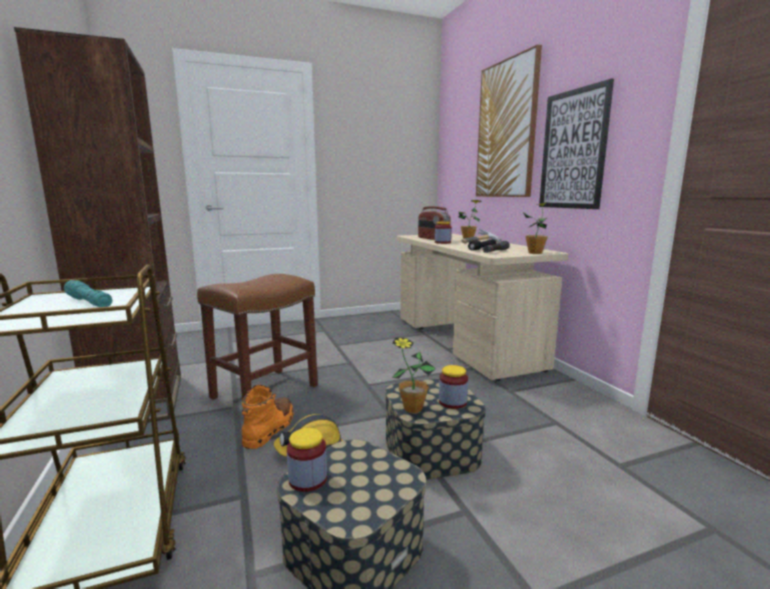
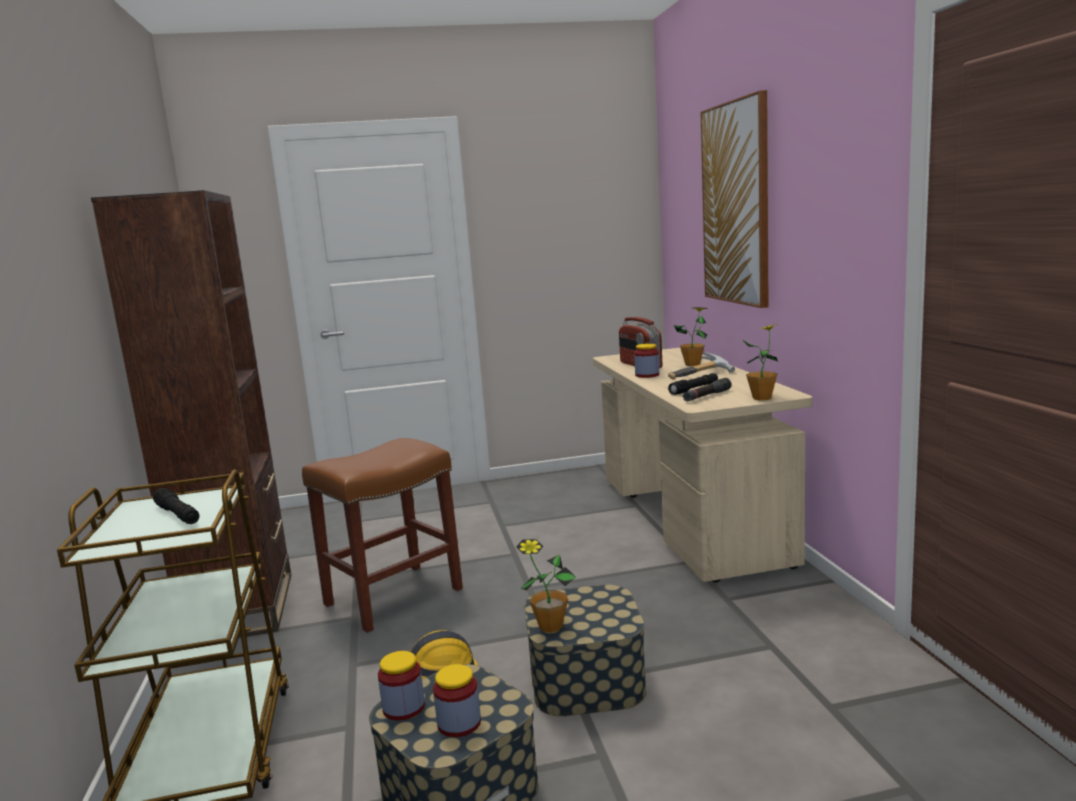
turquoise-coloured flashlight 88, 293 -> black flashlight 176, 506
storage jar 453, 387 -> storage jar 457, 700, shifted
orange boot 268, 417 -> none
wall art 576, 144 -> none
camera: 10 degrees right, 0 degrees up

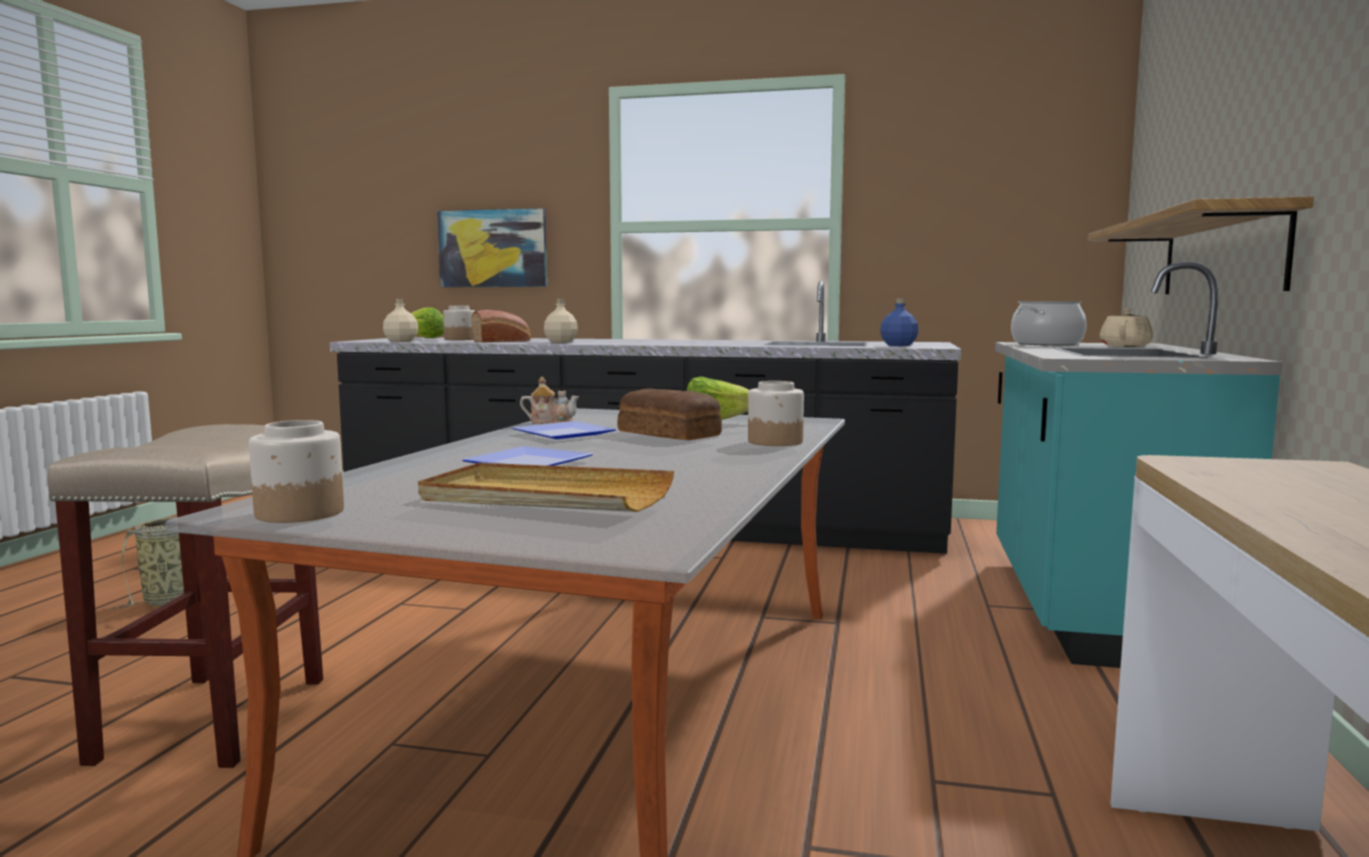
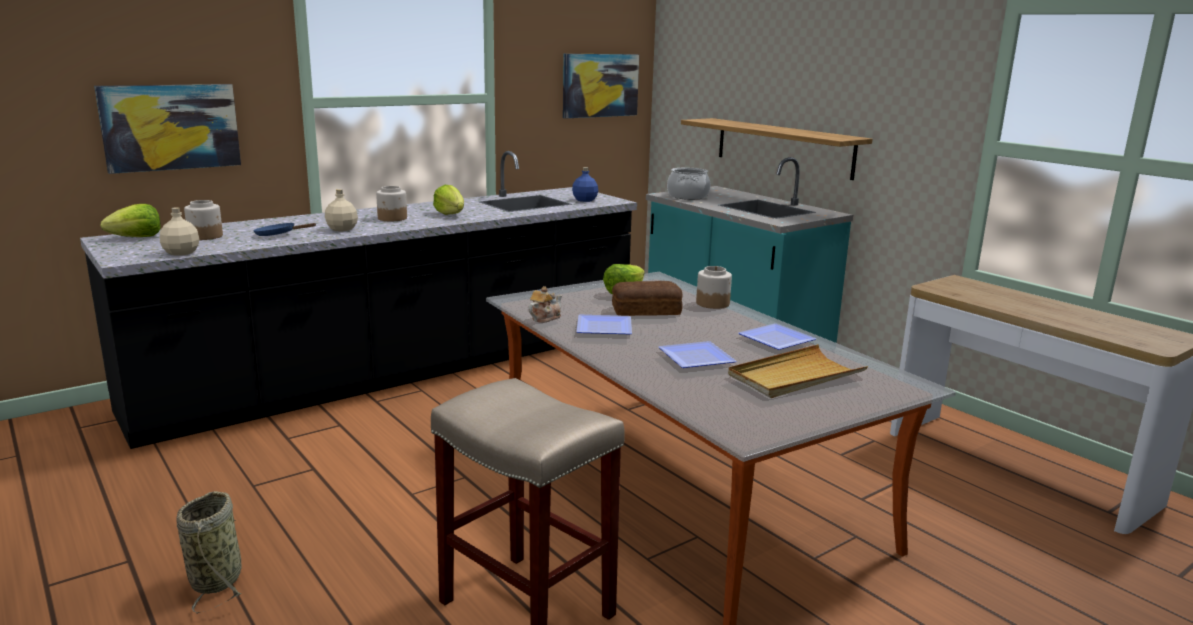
bakery bread 501, 326 -> blue-coloured frying pan 284, 229
storage jar 296, 471 -> storage jar 391, 203, shifted
none -> lettuce head 448, 200
none -> wall art 601, 86
none -> dinner plate 777, 336
beige-coloured pot for tea 1126, 327 -> none
camera: 50 degrees left, 10 degrees up

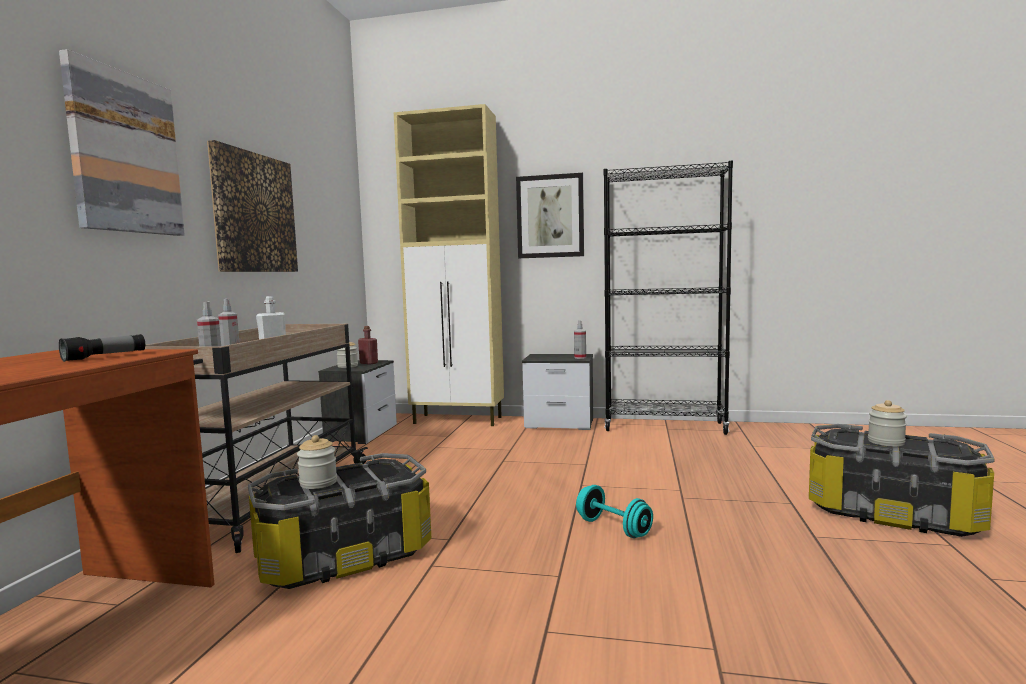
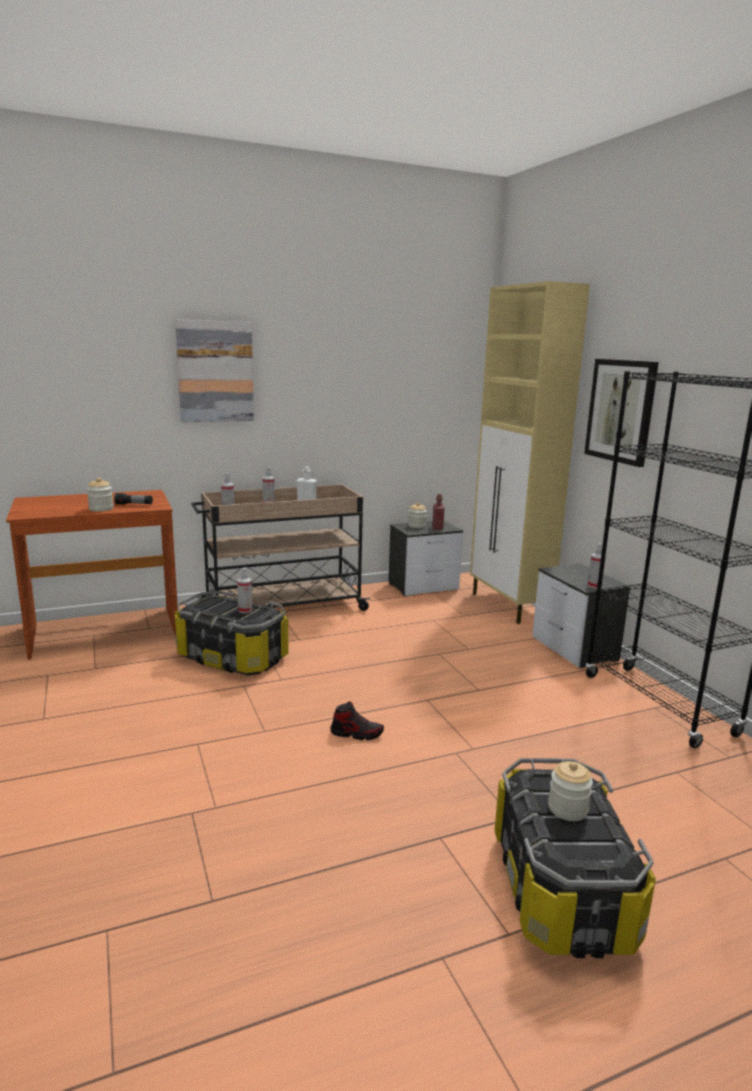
storage jar 317, 462 -> storage jar 100, 494, shifted
none -> hand sprayer 244, 590
turquoise-coloured free weight 614, 511 -> item of footwear 357, 720
wall art 252, 206 -> none
camera: 55 degrees right, 10 degrees up

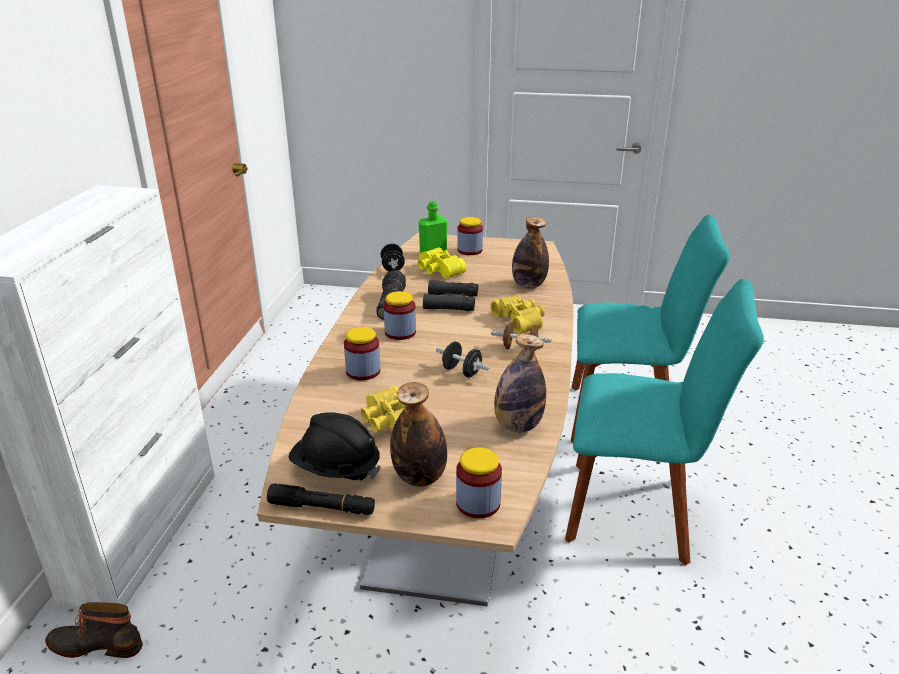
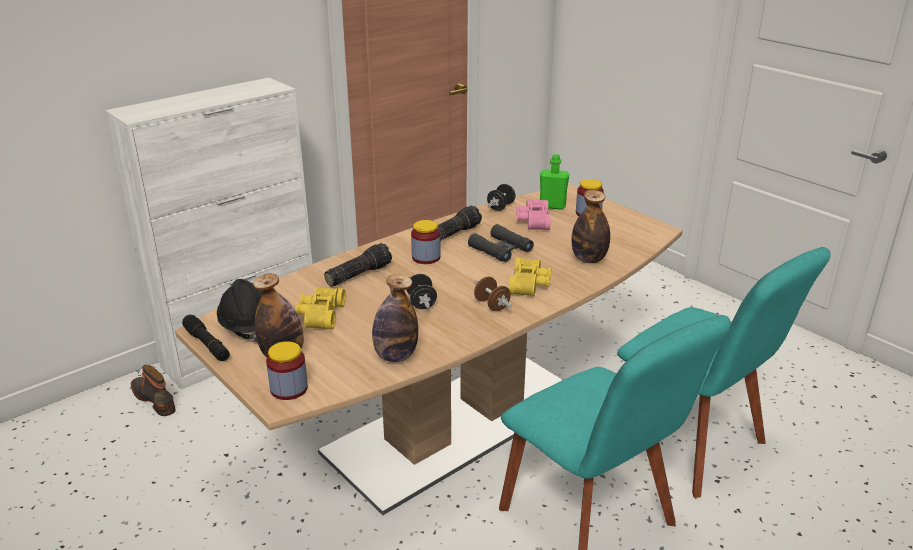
storage jar 362, 353 -> flashlight 358, 265
yellowish field glasses 442, 263 -> pinkish field glasses 533, 215
camera: 40 degrees right, 0 degrees up

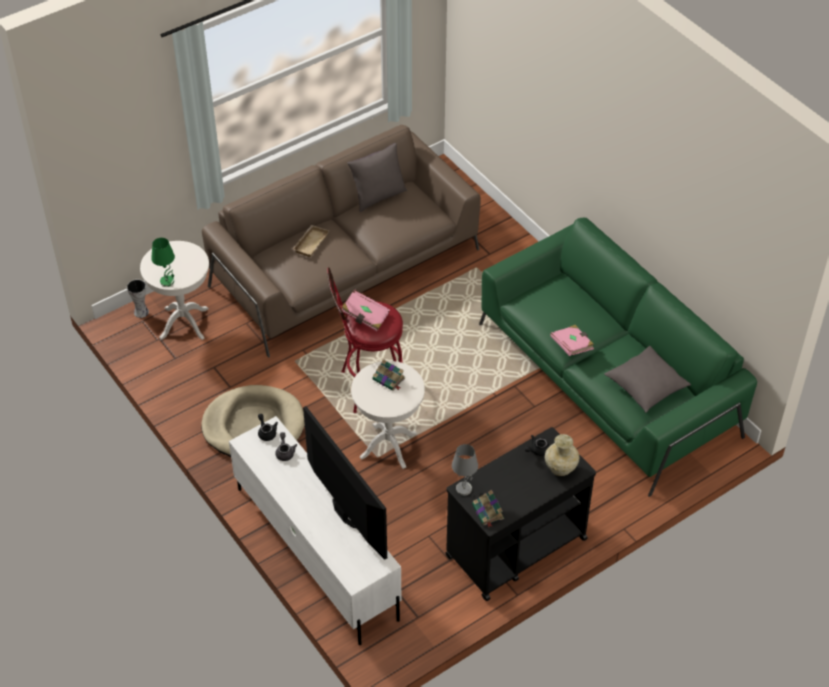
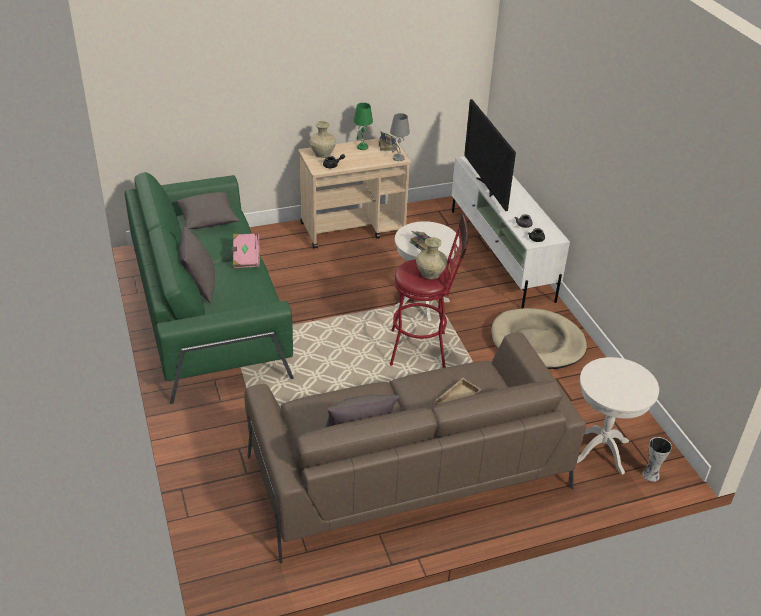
none -> greyish pillow 197, 265
black wheeled cart 520, 514 -> beige-coloured wheeled cart 355, 193
greenish tabletop lamp 163, 262 -> greenish tabletop lamp 363, 126, shifted
pinkish book 365, 310 -> beige-coloured vase 431, 258
camera: 165 degrees left, 10 degrees down

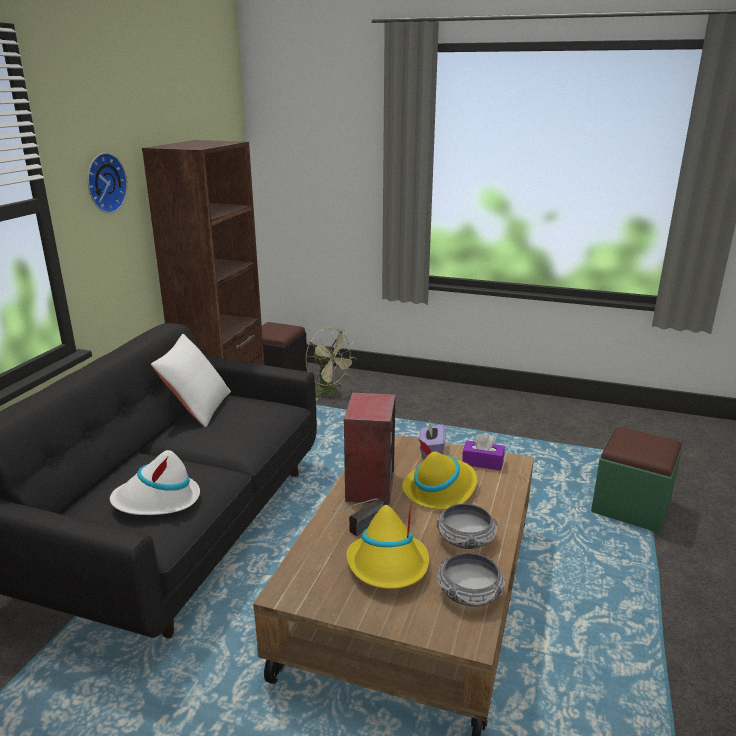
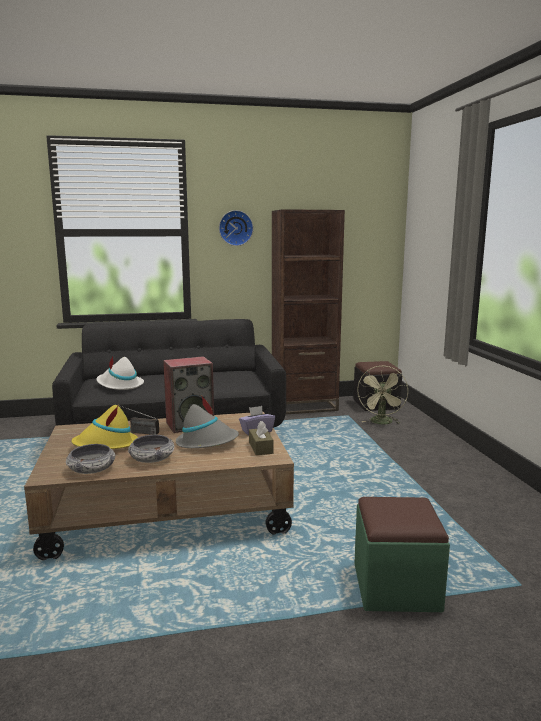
yellowish wearable hat 439, 474 -> greyish wearable hat 207, 421
purple tissue holder 483, 452 -> brown tissue holder 261, 438
whitish pillow 191, 380 -> none
camera: 60 degrees right, 10 degrees down

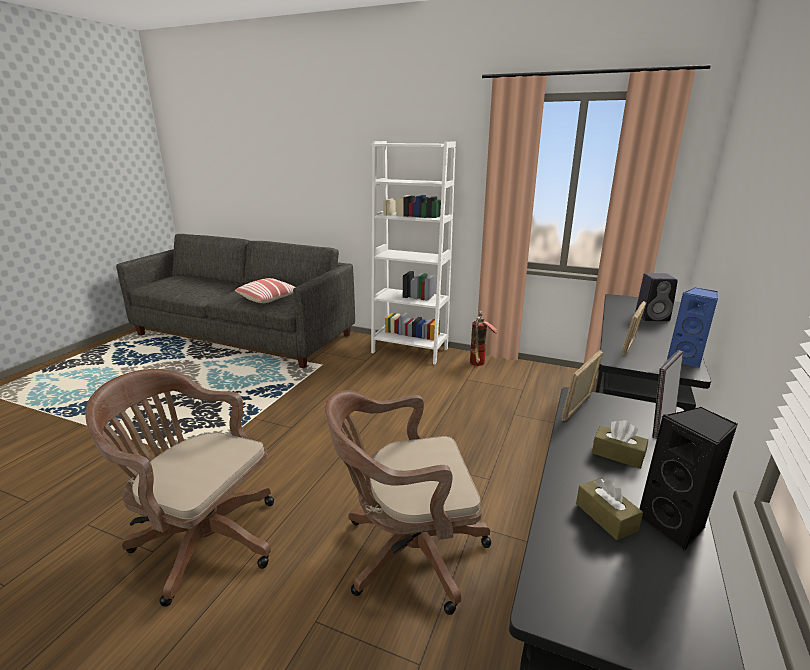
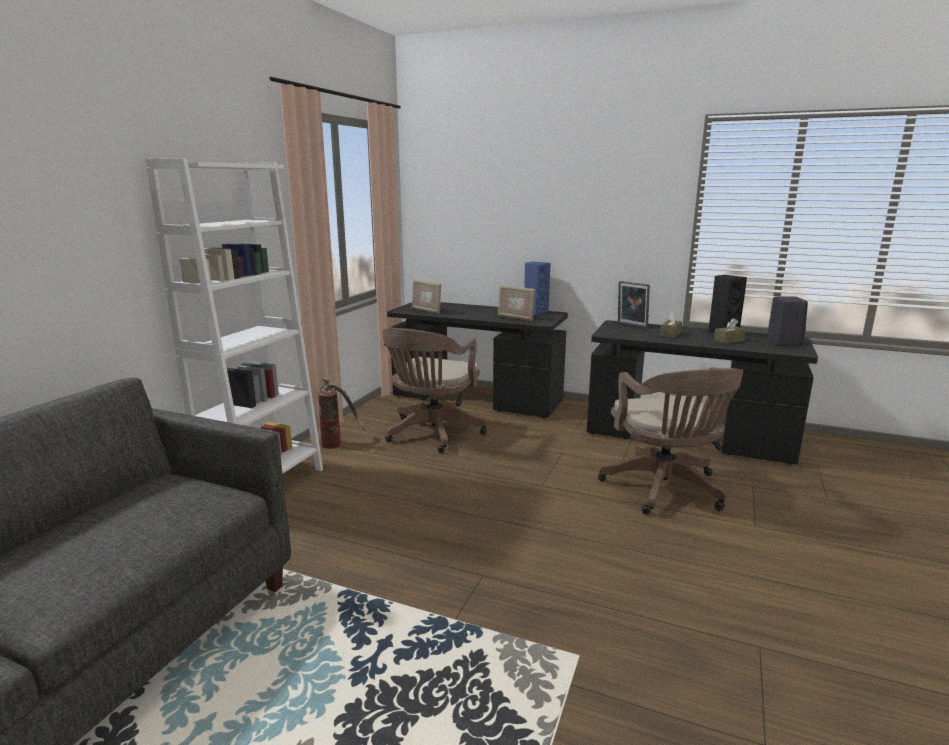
brown desk chair 179, 488 -> brown desk chair 434, 390, shifted
picture frame 582, 385 -> picture frame 426, 296, shifted
black speaker 656, 297 -> black speaker 787, 321, shifted
pillow 265, 290 -> none
camera: 90 degrees left, 5 degrees down

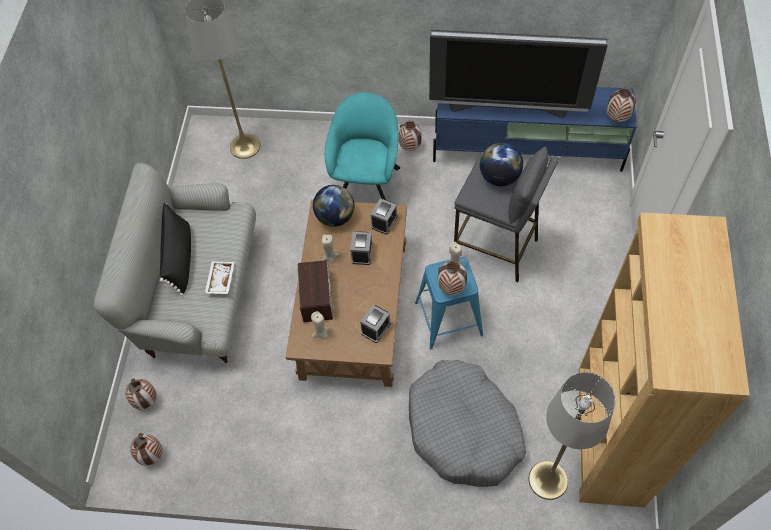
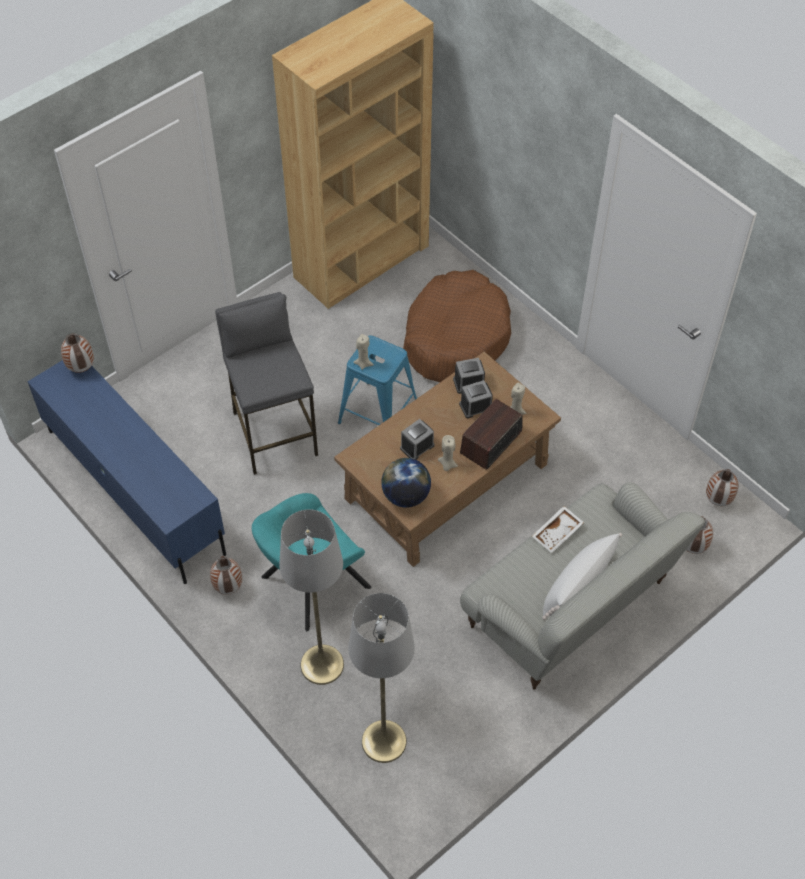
greyish standing lamp 572, 436 -> greyish standing lamp 311, 597, shifted
greyish pet bed 467, 423 -> brown pet bed 457, 326
table clock 384, 216 -> table clock 476, 399, shifted
black pillow 175, 249 -> whitish pillow 582, 576
television 518, 74 -> none
vase 452, 278 -> none
world globe 501, 164 -> none
camera: 140 degrees left, 5 degrees down

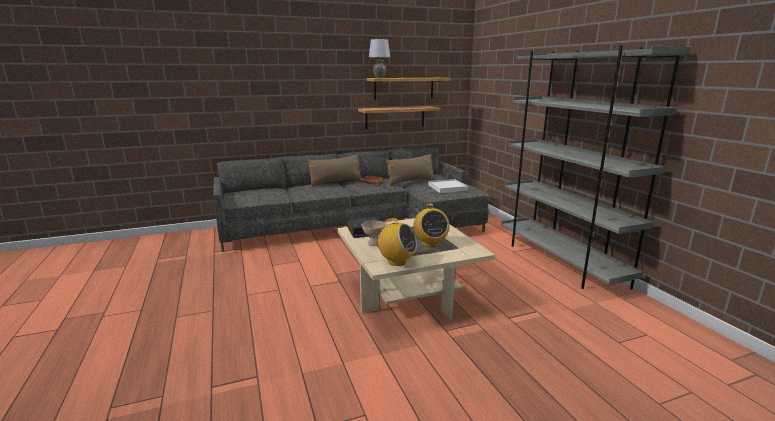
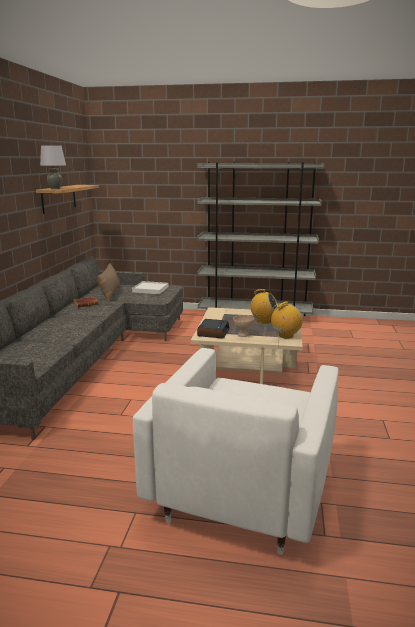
none -> whitish lounge chair 236, 451
brown pillow 334, 170 -> none
bracket shelf 399, 117 -> none
camera: 60 degrees left, 0 degrees up

